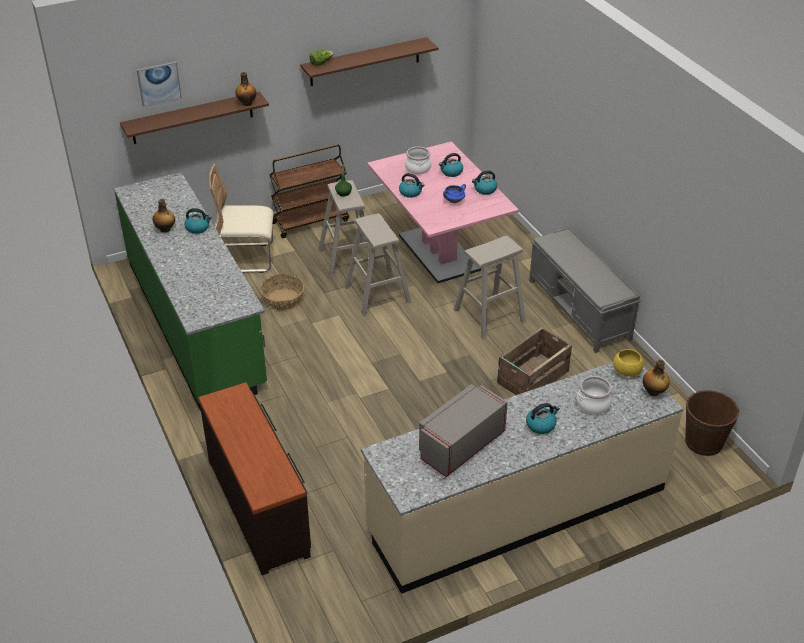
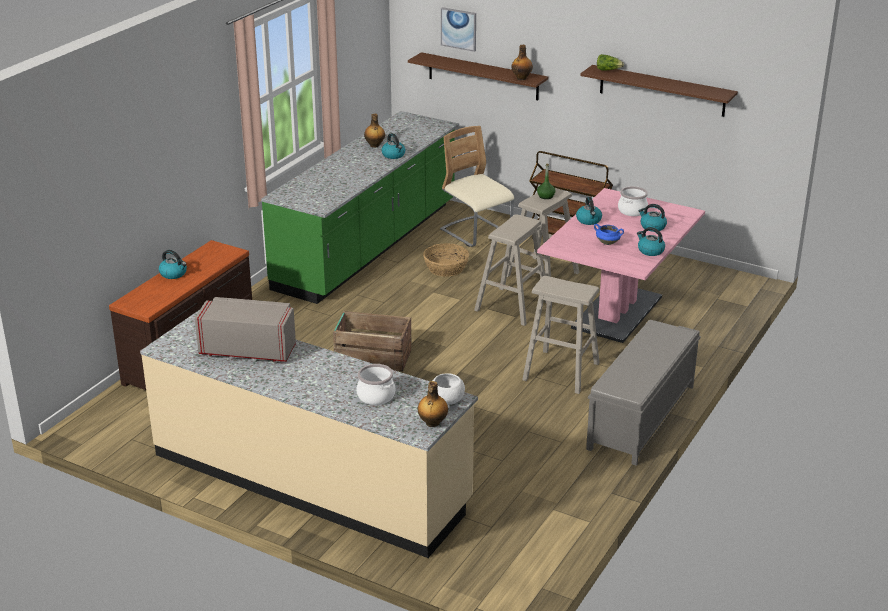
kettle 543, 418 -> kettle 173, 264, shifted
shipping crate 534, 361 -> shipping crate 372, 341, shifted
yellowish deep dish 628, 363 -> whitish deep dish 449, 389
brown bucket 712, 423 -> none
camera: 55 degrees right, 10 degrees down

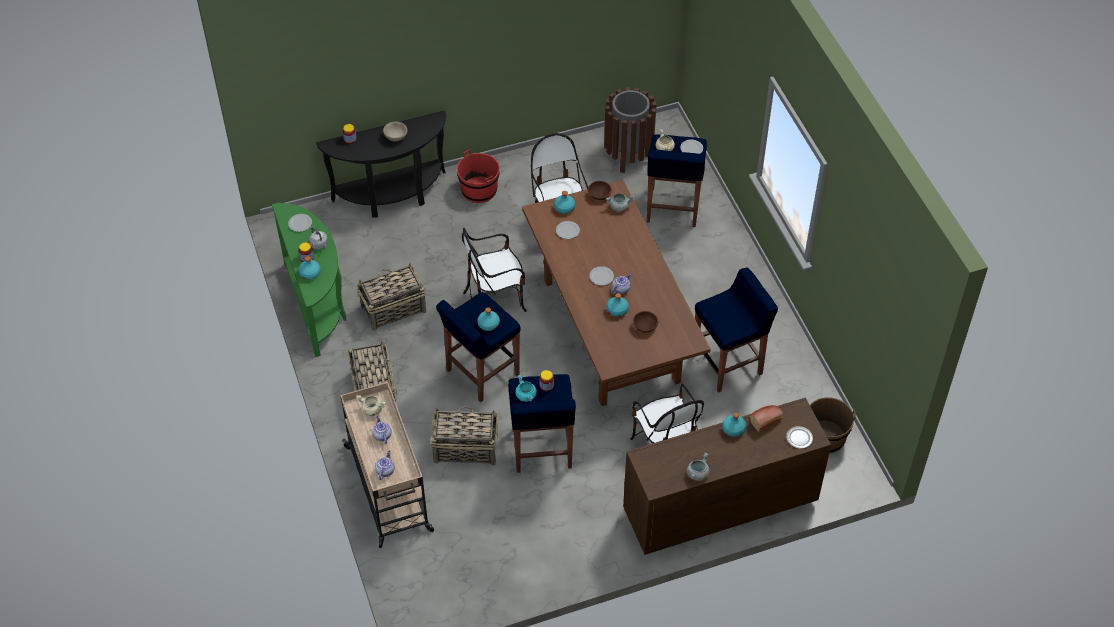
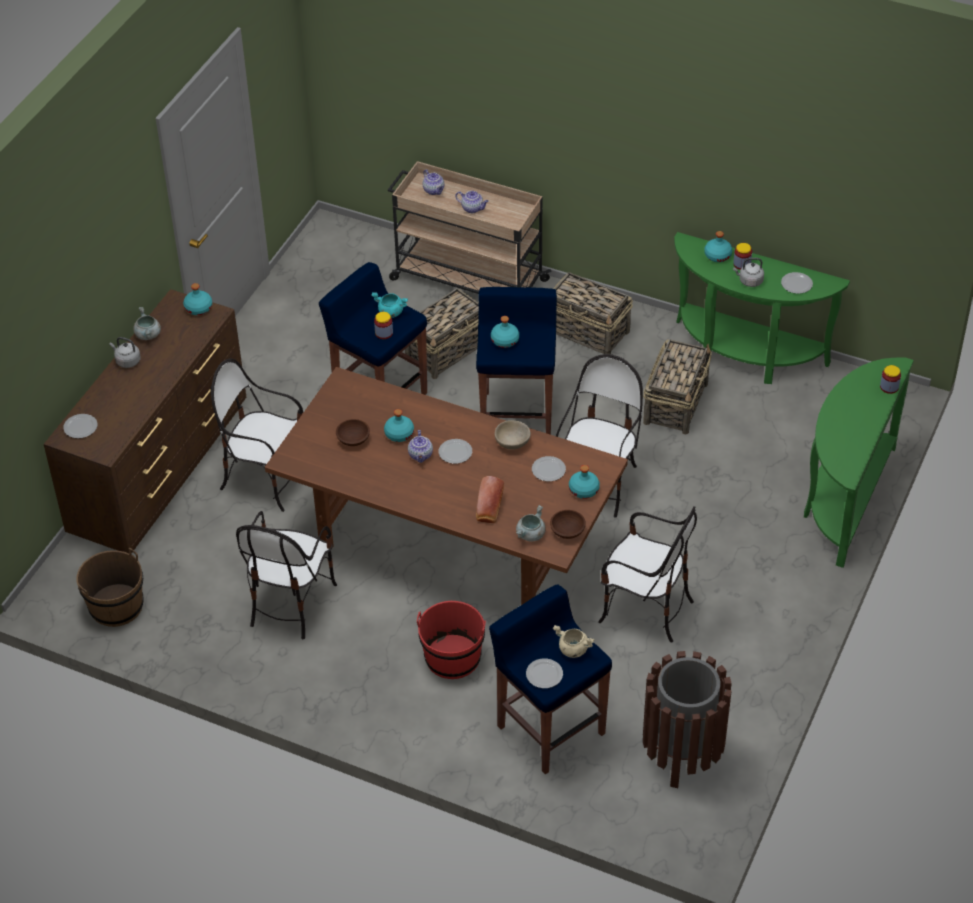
none -> greyish kettle 125, 352
turquoise-coloured beverage bottle 734, 424 -> turquoise-coloured beverage bottle 197, 299, shifted
blue-coloured stool 736, 330 -> chair 286, 575
red bucket 478, 176 -> red bucket 451, 640, shifted
bakery bread 766, 418 -> bakery bread 490, 499, shifted
beige-coloured deep dish 395, 131 -> beige-coloured deep dish 513, 435, shifted
black console table 381, 164 -> greenish console table 859, 463
beige-coloured cooking pot 371, 405 -> none
camera: 135 degrees right, 5 degrees down

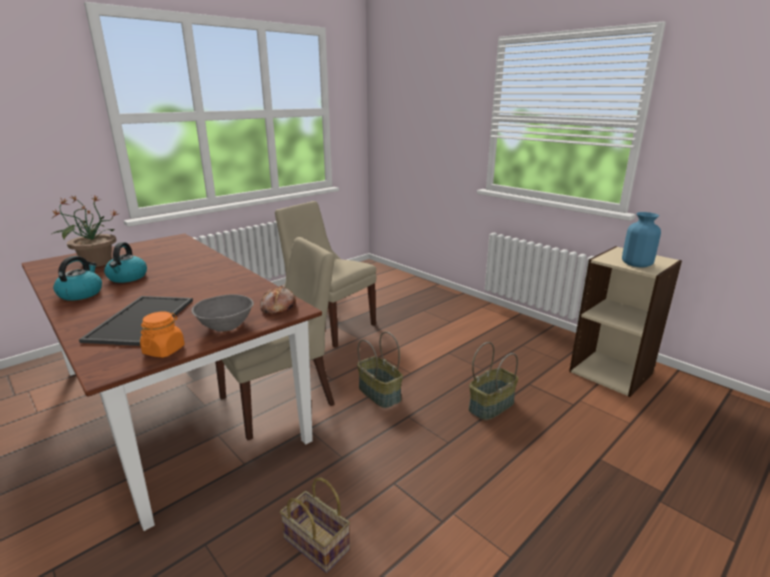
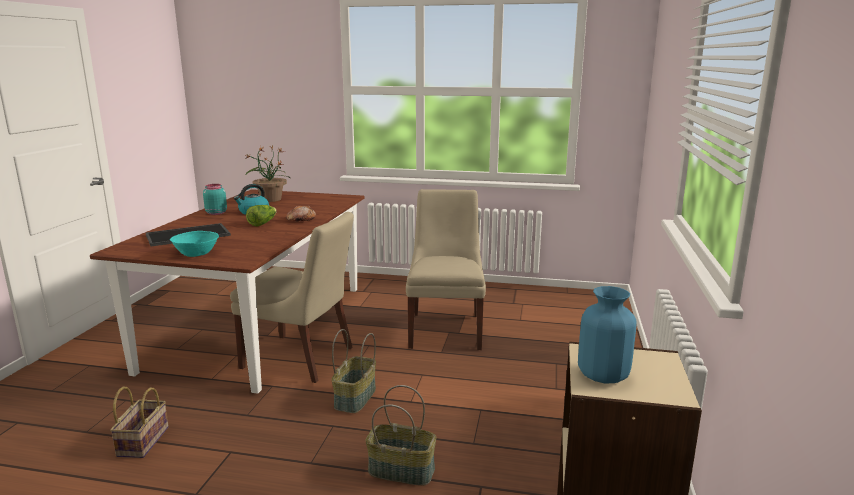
greyish deep dish 223, 313 -> turquoise-coloured deep dish 194, 244
kettle 77, 278 -> turquoise-coloured storage jar 215, 199
none -> lettuce head 261, 215
bakery bread 278, 299 -> bakery bread 301, 214, shifted
orange storage jar 162, 334 -> none
camera: 55 degrees right, 5 degrees down

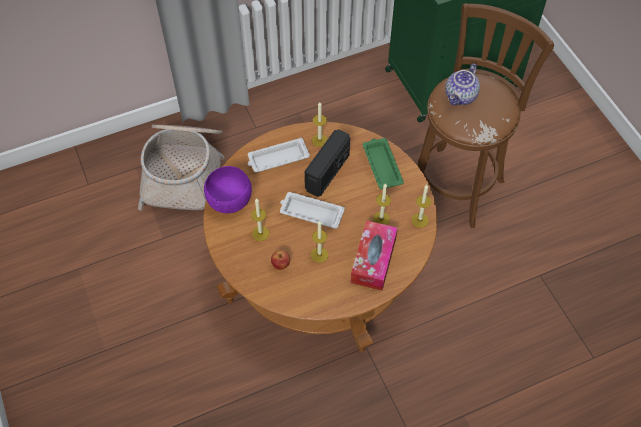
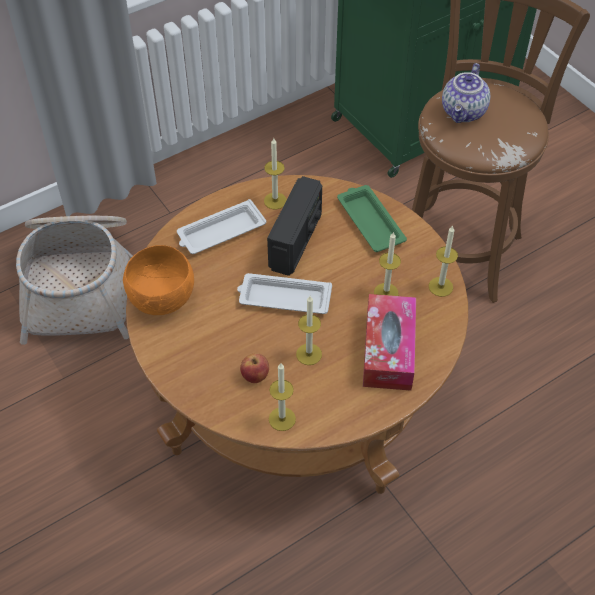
purple deep dish 228, 189 -> orange deep dish 158, 280
wax light 260, 219 -> wax light 282, 397, shifted
camera: 10 degrees left, 5 degrees down

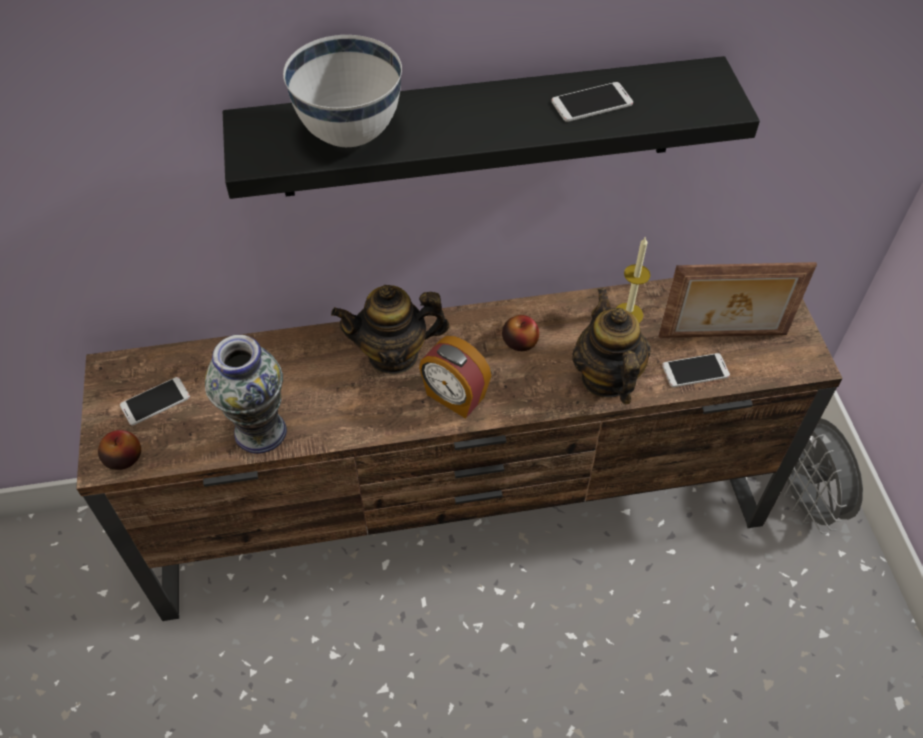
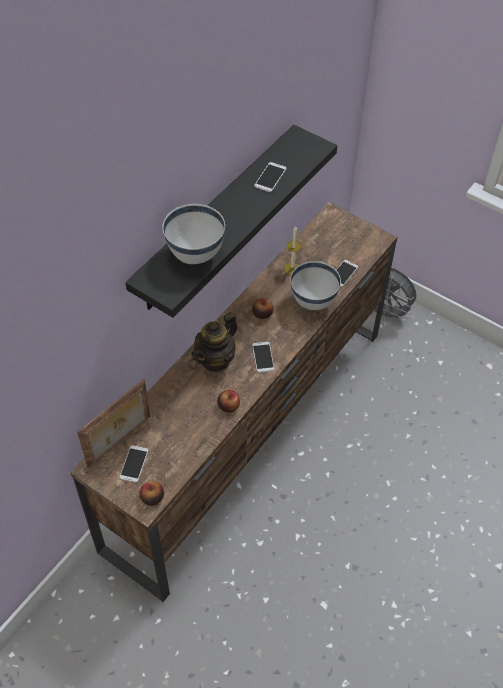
picture frame 737, 300 -> picture frame 114, 423, shifted
none -> whole apple 228, 401
table clock 455, 377 -> phone 263, 357
pot for tea 611, 346 -> whitish deep dish 315, 285
vase 246, 394 -> none
camera: 45 degrees left, 0 degrees up

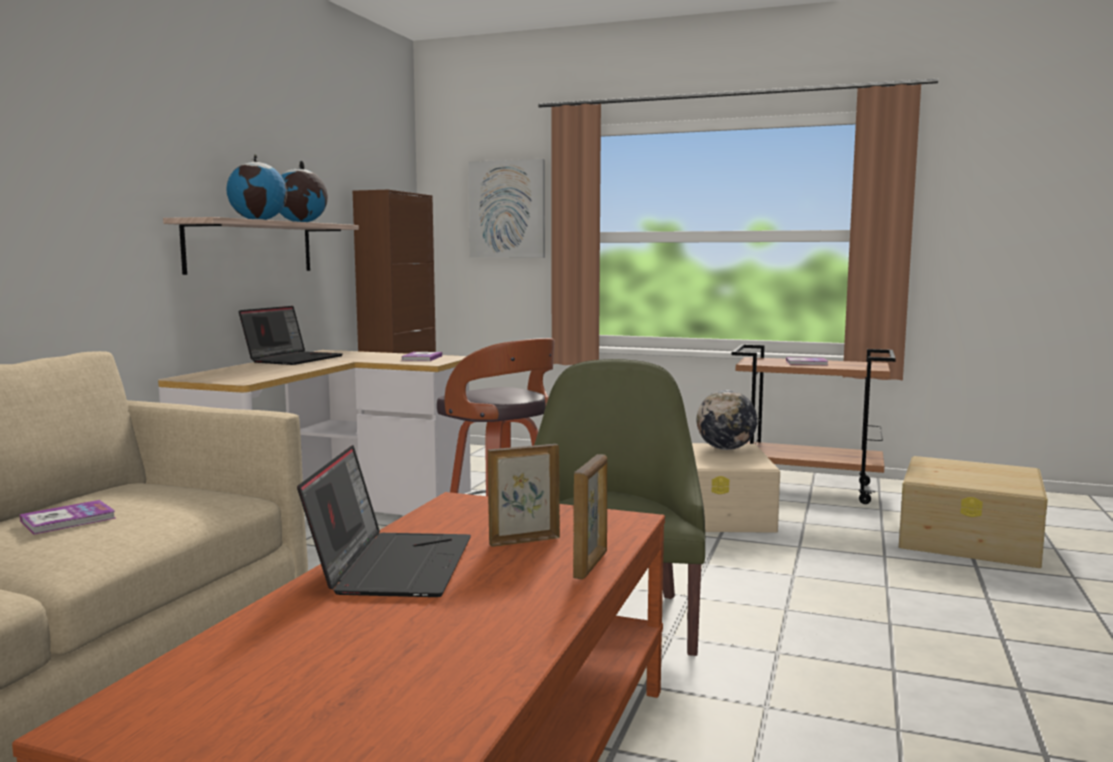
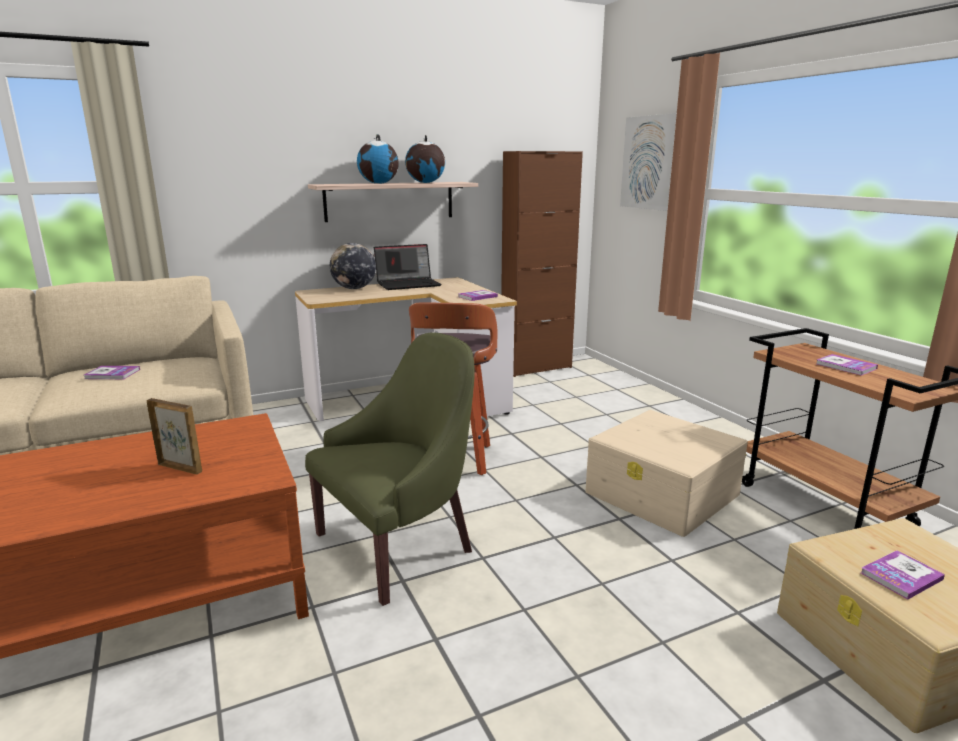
world globe 727, 420 -> world globe 353, 266, shifted
none -> book 903, 575
laptop 384, 521 -> none
picture frame 590, 516 -> none
camera: 45 degrees right, 10 degrees up

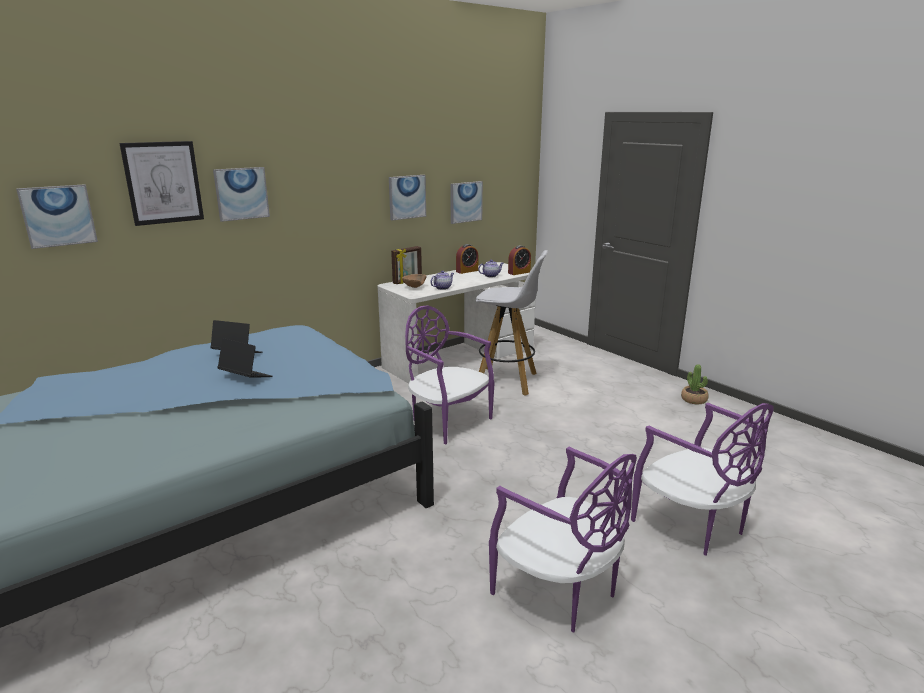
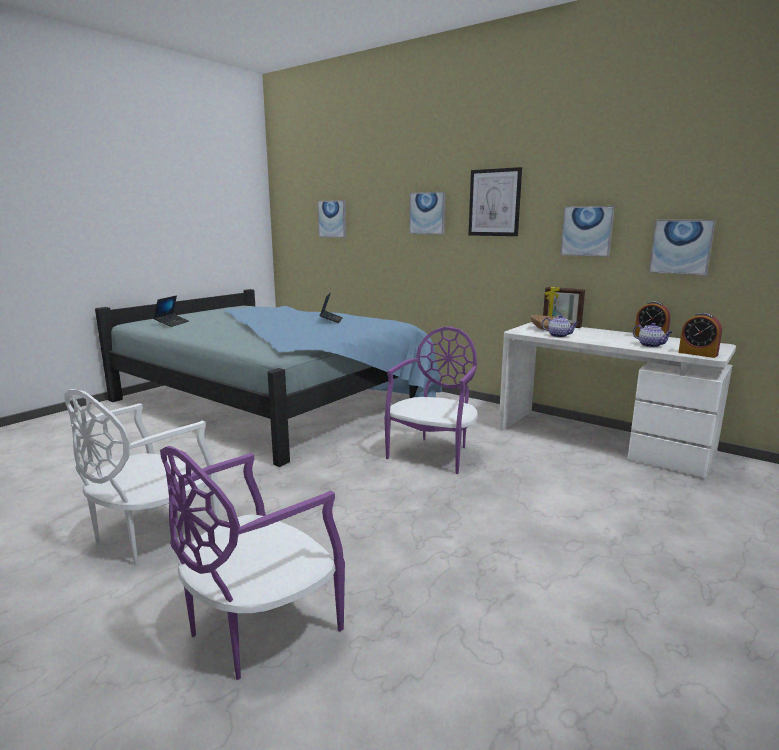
purple chair 563, 540 -> whitish chair 142, 477
laptop 245, 358 -> laptop 171, 311, shifted
wall art 161, 183 -> wall art 495, 201, shifted
whitish stool 511, 323 -> none
potted plant 695, 384 -> none
camera: 75 degrees right, 5 degrees down

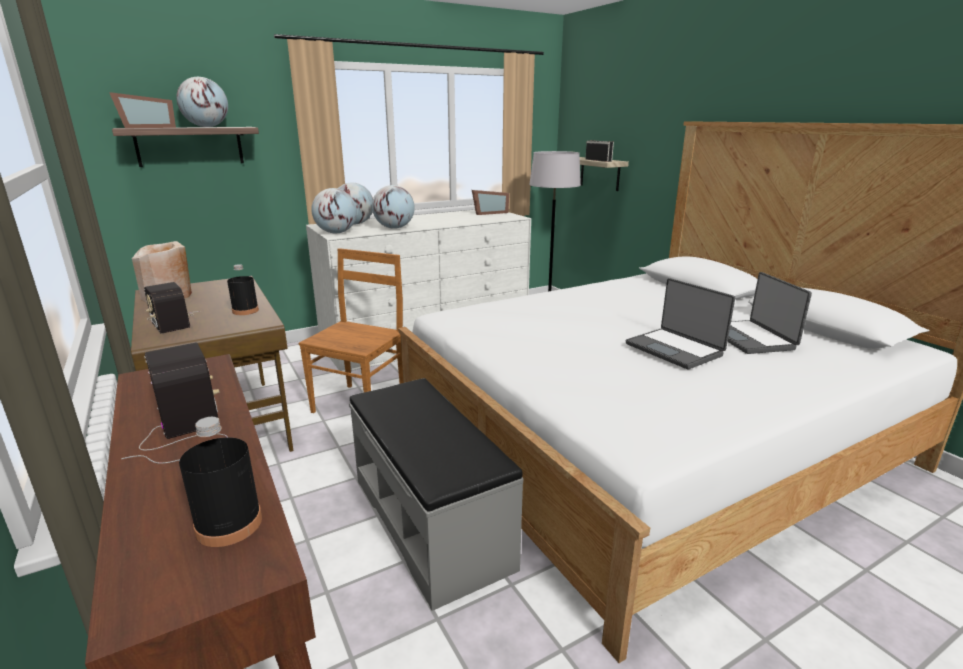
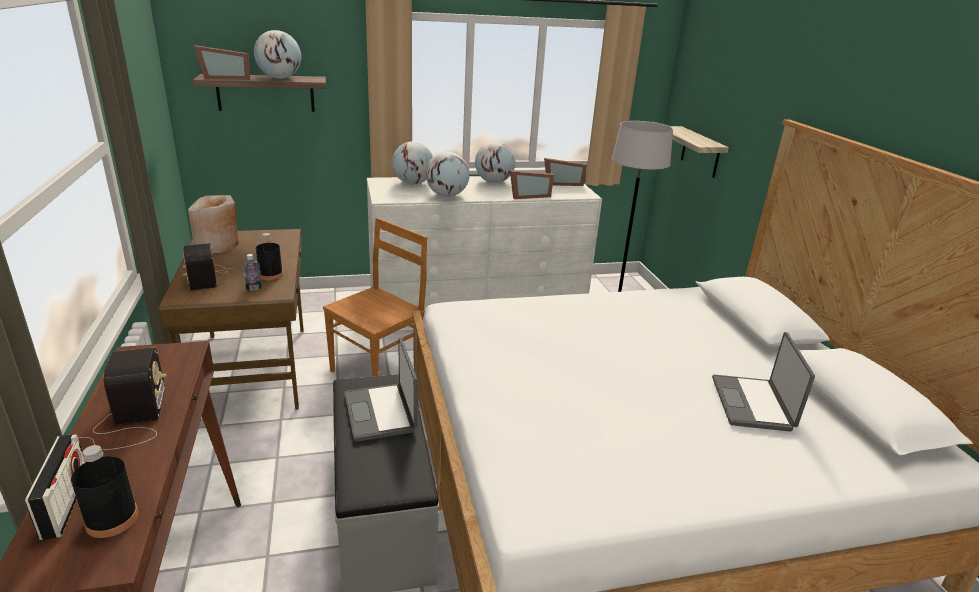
radio 599, 151 -> radio 55, 487, shifted
none -> beverage bottle 252, 272
laptop 680, 323 -> laptop 381, 390, shifted
world globe 334, 210 -> world globe 495, 162, shifted
none -> picture frame 532, 184
camera: 15 degrees right, 5 degrees up

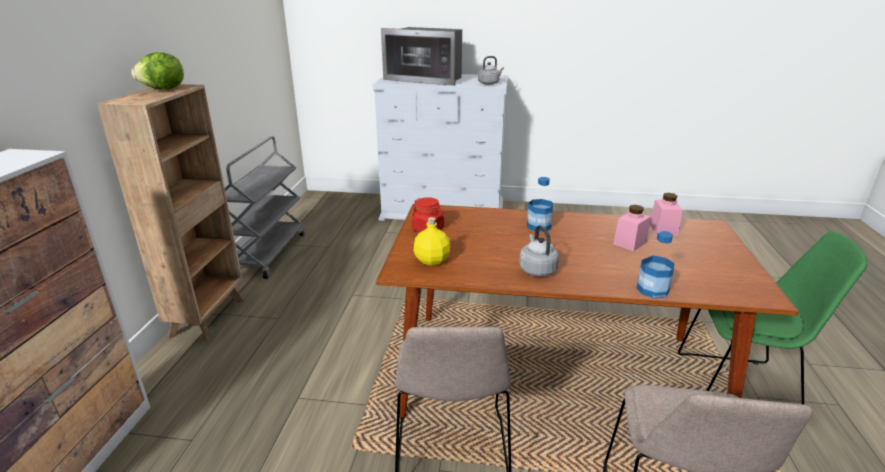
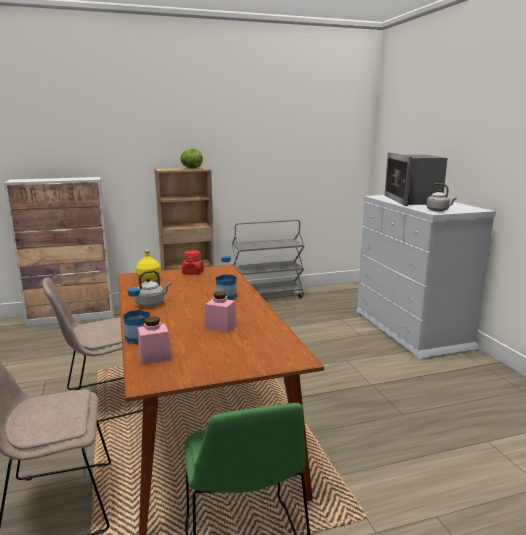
pinkish storage jar 666, 214 -> pinkish storage jar 154, 340, shifted
camera: 65 degrees right, 10 degrees down

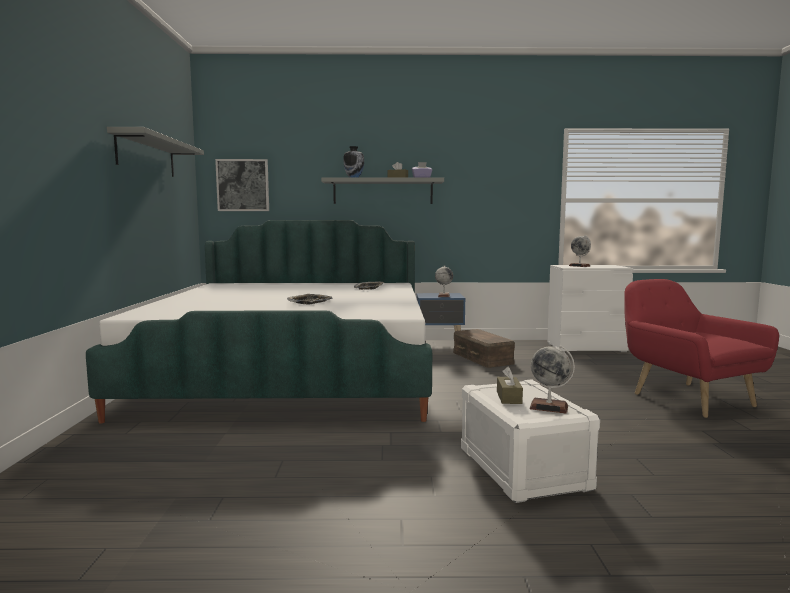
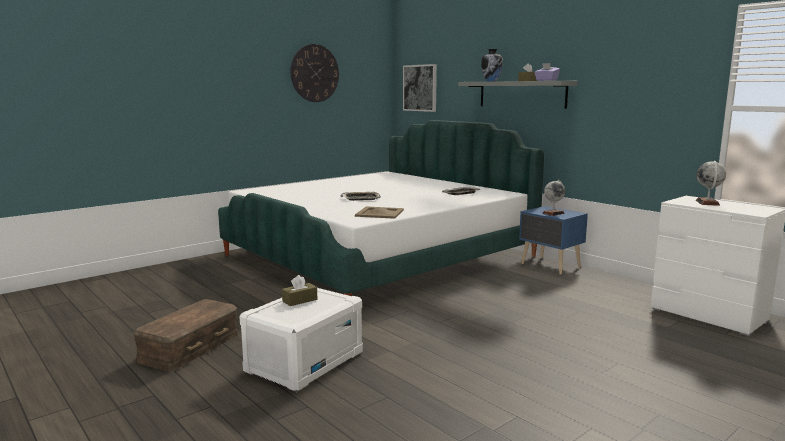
brown storage bin 484, 348 -> brown storage bin 186, 335, shifted
greyish bracket shelf 155, 152 -> clock on the wall 315, 73
none -> beige-coloured serving tray 379, 213
world globe 552, 379 -> none
red lounge chair 701, 348 -> none
camera: 50 degrees right, 5 degrees up

